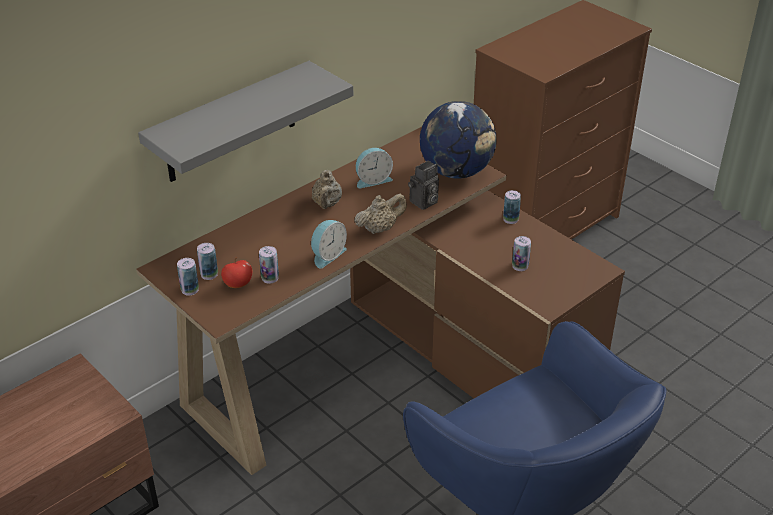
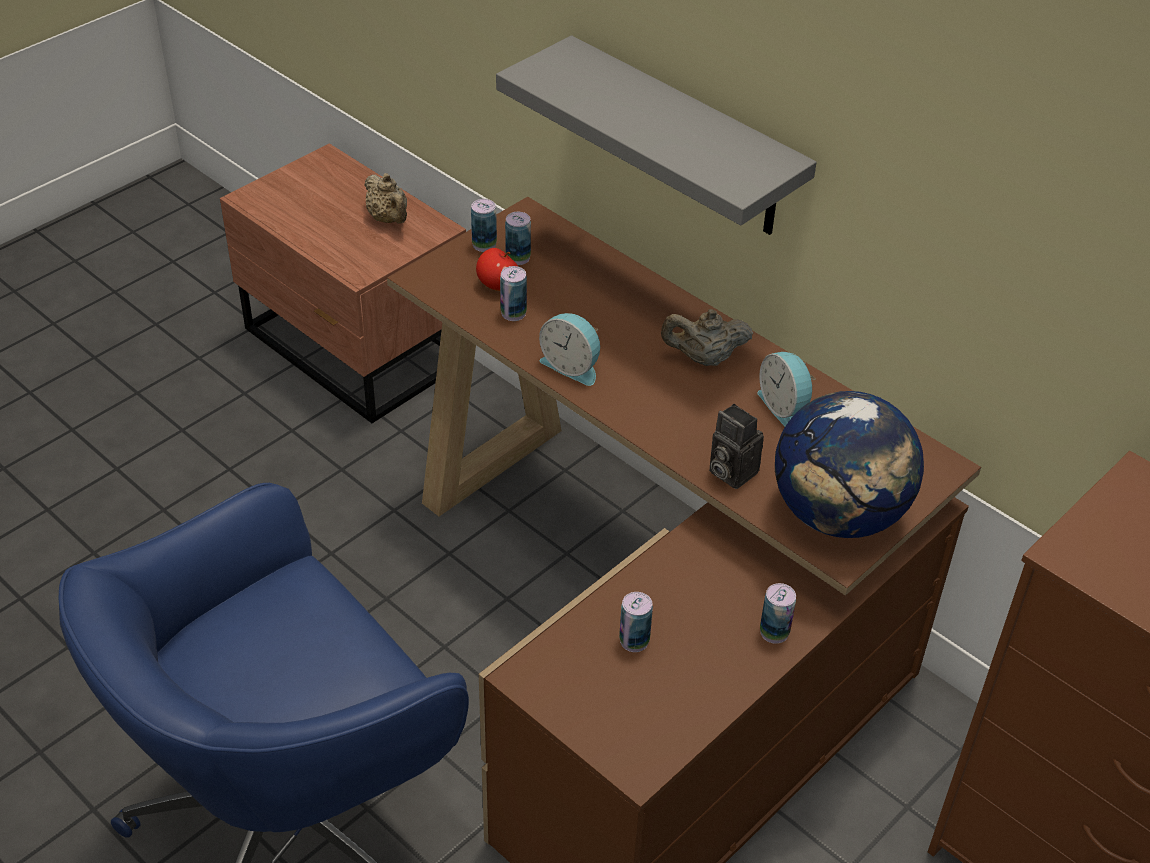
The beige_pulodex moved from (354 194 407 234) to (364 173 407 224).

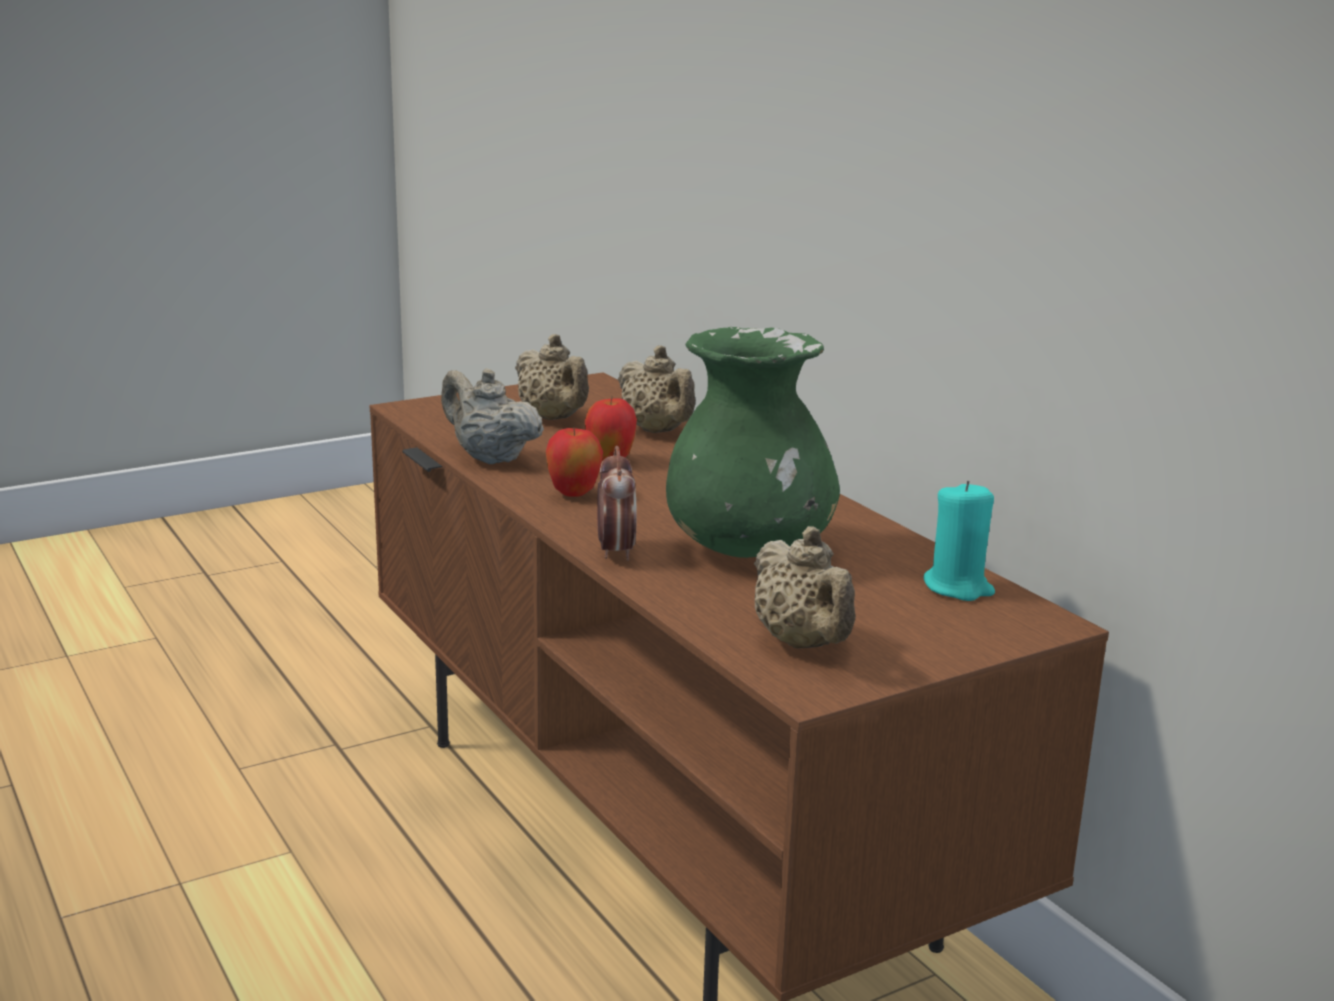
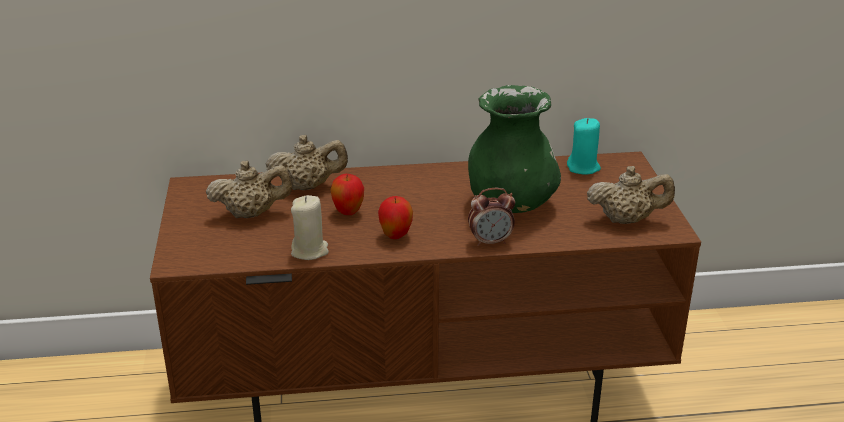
The beige_pulodex at (441 368 544 465) was replaced by the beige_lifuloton at (291 195 329 260).
The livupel at (597 446 637 561) turned 150 degrees clockwise.

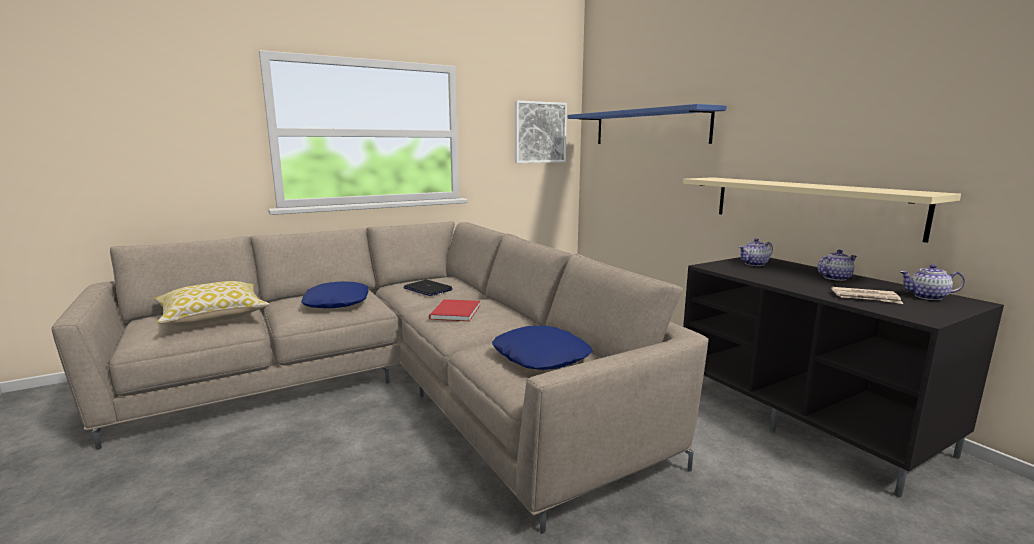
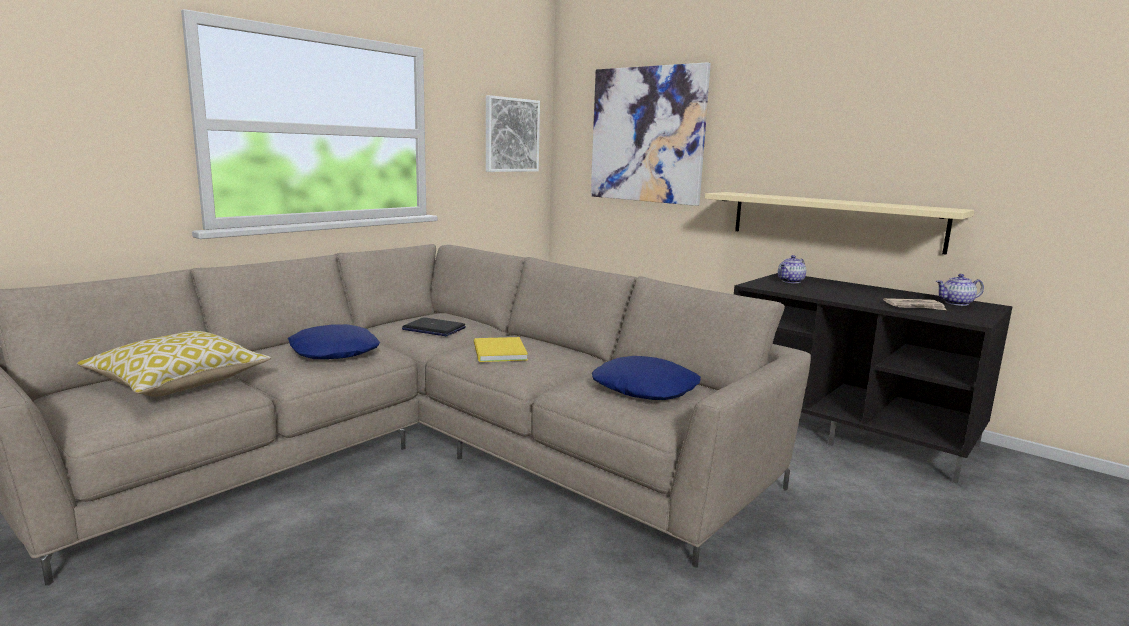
The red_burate at (429 299 480 321) became the yellow_burate at (474 337 528 362).
The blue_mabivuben at (568 104 726 144) was replaced by the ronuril at (591 62 711 206).
The pulodex at (818 250 857 281) disappeared.

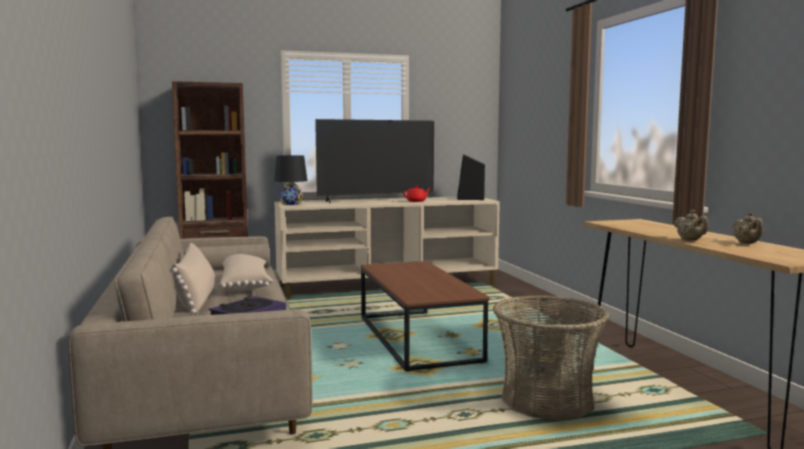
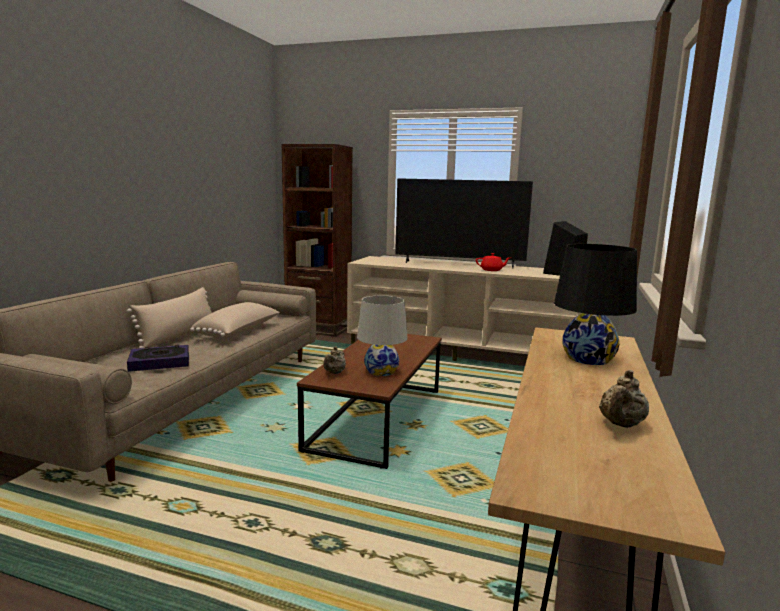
The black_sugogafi moved from (274 155 307 205) to (554 244 637 365).
The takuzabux at (493 295 610 420) disappeared.
The beige_pulodex moved from (674 210 709 240) to (324 346 346 374).
The white_sugogafi at (357 296 408 376) appeared.

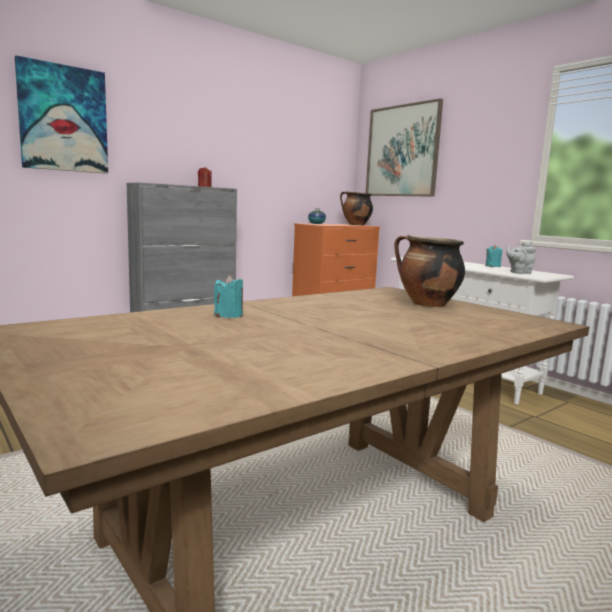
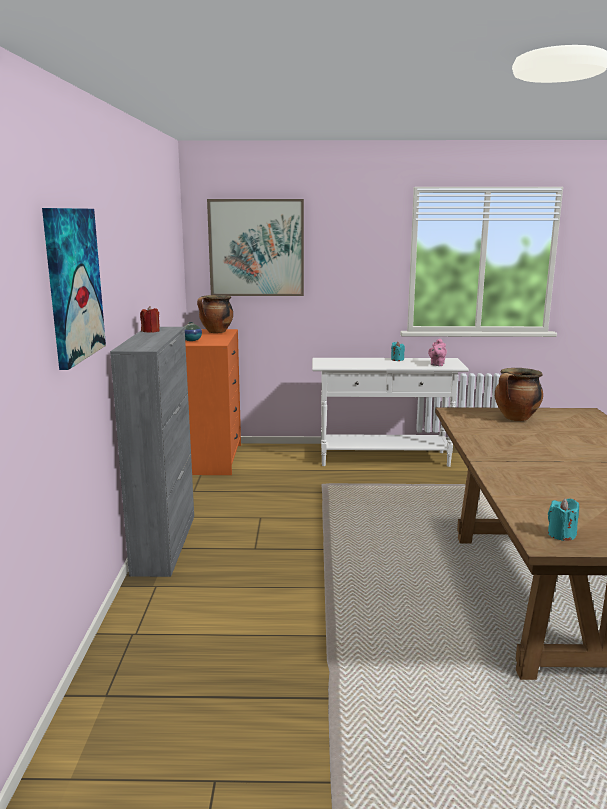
The turquoise_lifuloton moved from (214 275 243 318) to (548 498 579 541).
The grey_pulodex at (506 241 536 274) became the pink_pulodex at (428 339 447 366).

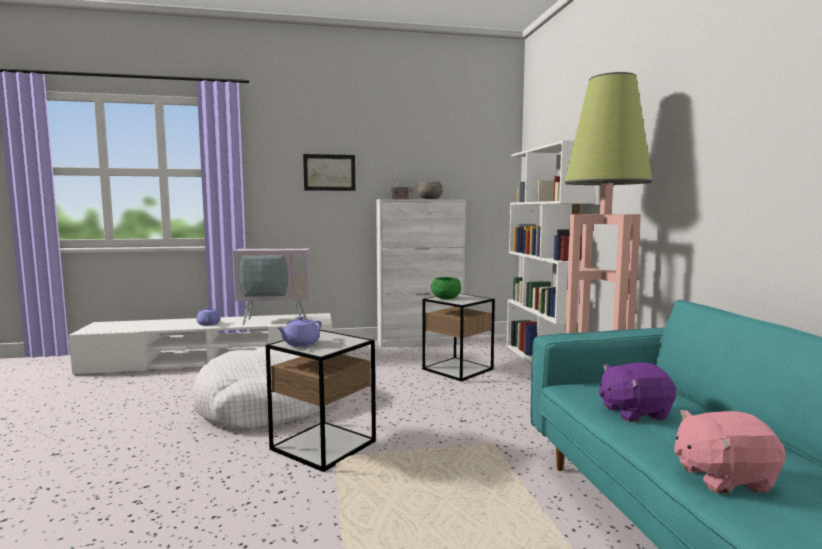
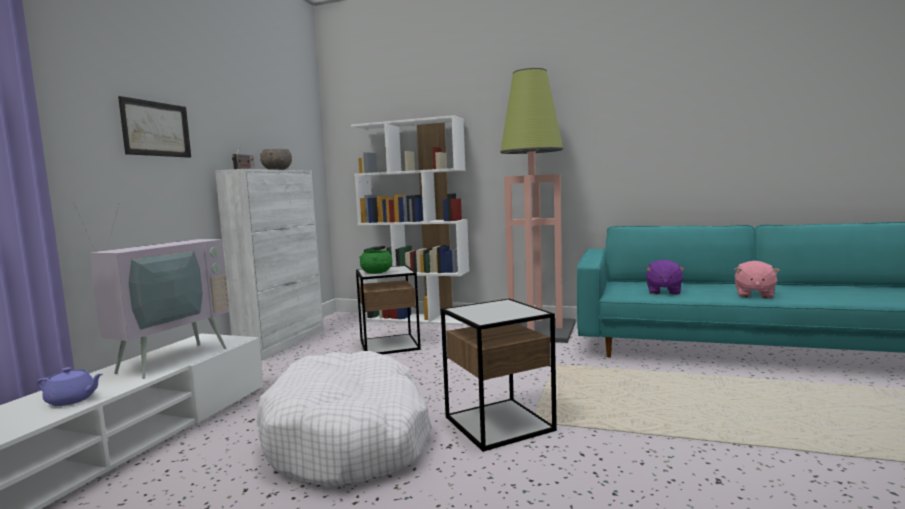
The purple_pulodex at (277 316 322 347) disappeared.

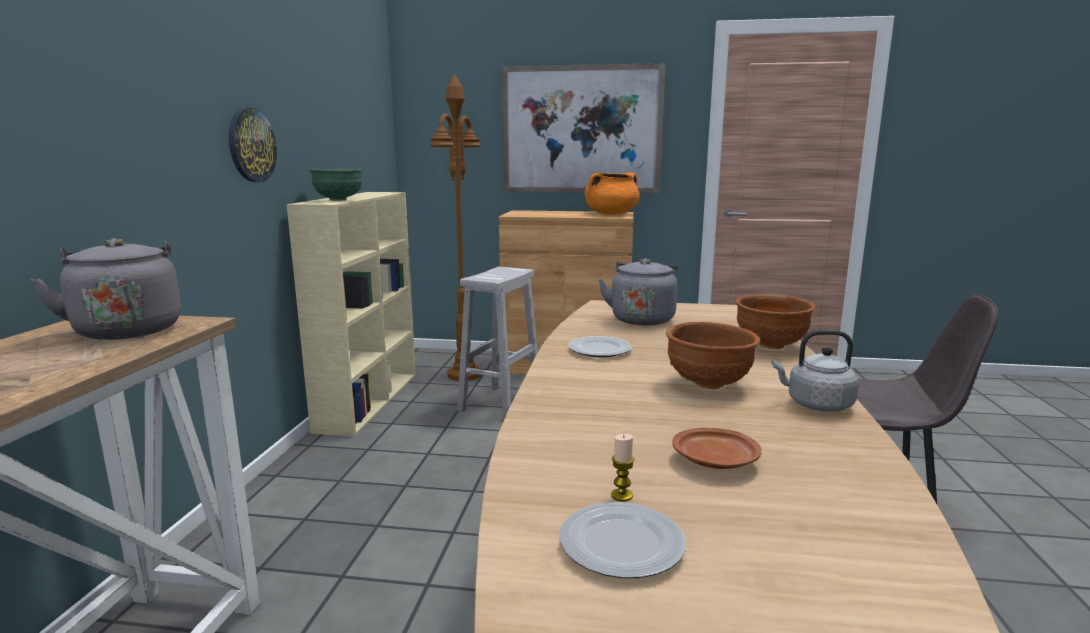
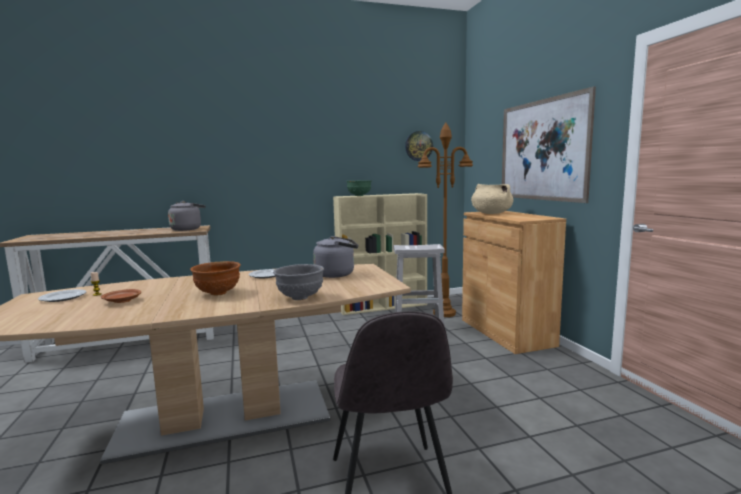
The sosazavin moved from (229 108 277 182) to (405 131 433 161).
The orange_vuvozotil at (585 172 640 215) disappeared.
The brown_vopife at (736 294 815 349) became the grey_vopife at (273 264 324 300).
The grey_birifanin at (772 330 859 412) disappeared.
The beige_vuvozotil at (471 184 514 214) appeared.

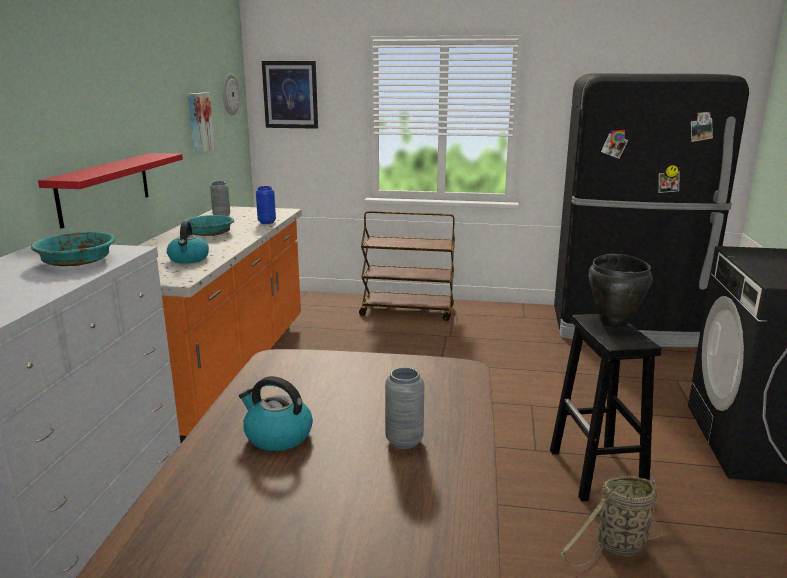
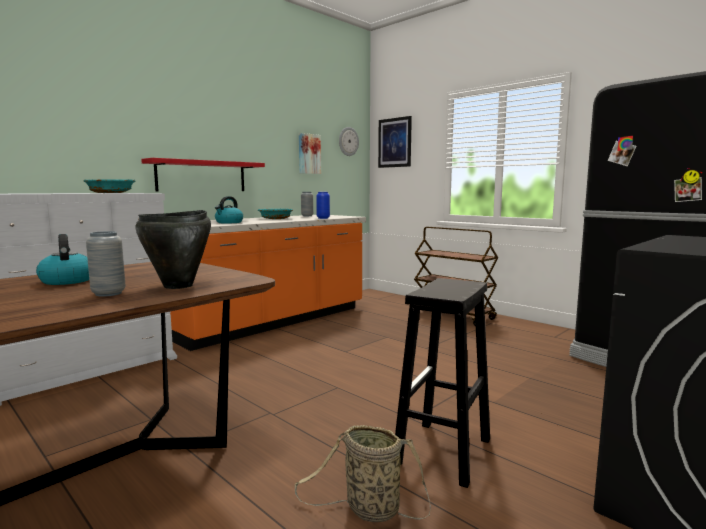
The black_vuvozotil moved from (588 254 653 329) to (135 210 211 289).

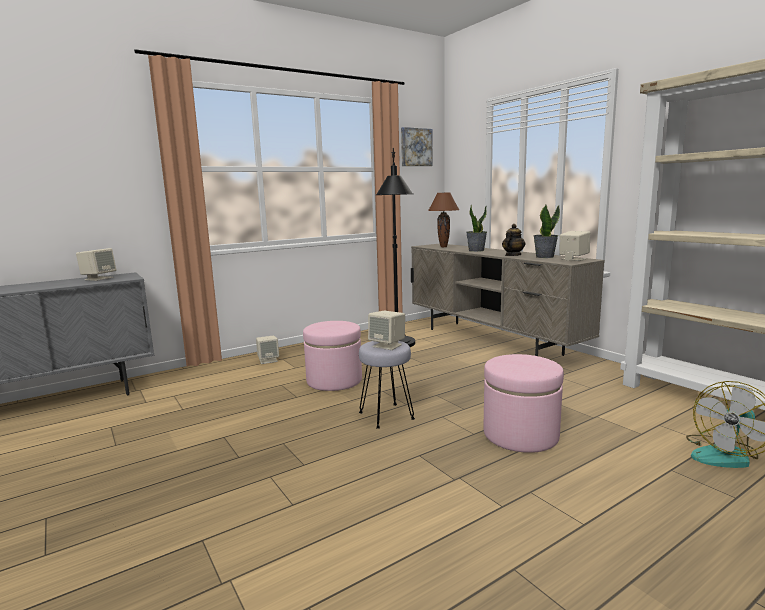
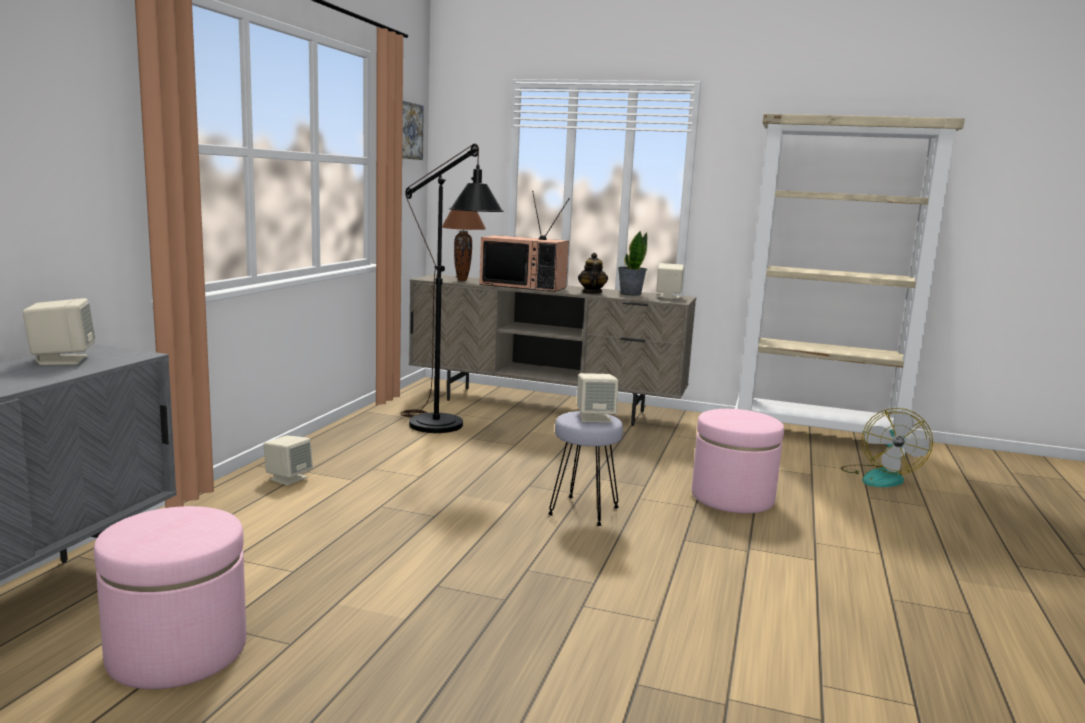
The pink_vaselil moved from (303 321 362 391) to (94 506 246 689).
The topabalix at (466 205 487 252) was replaced by the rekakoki at (479 191 570 292).

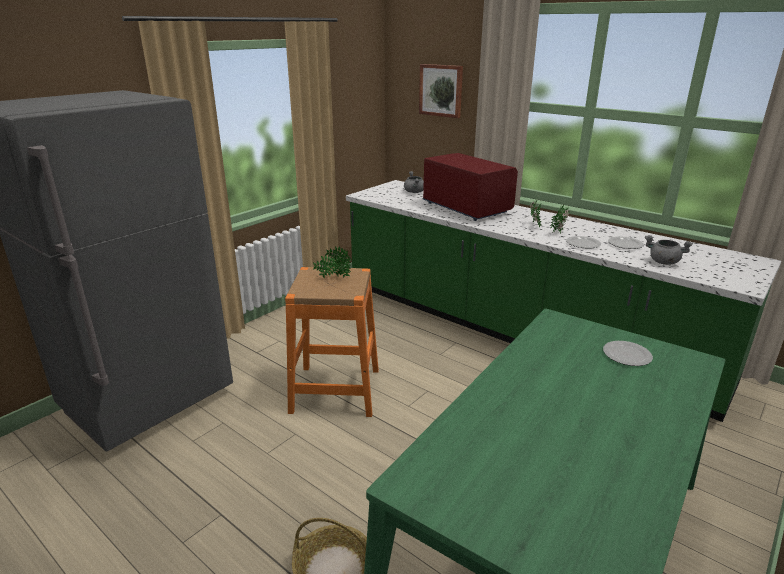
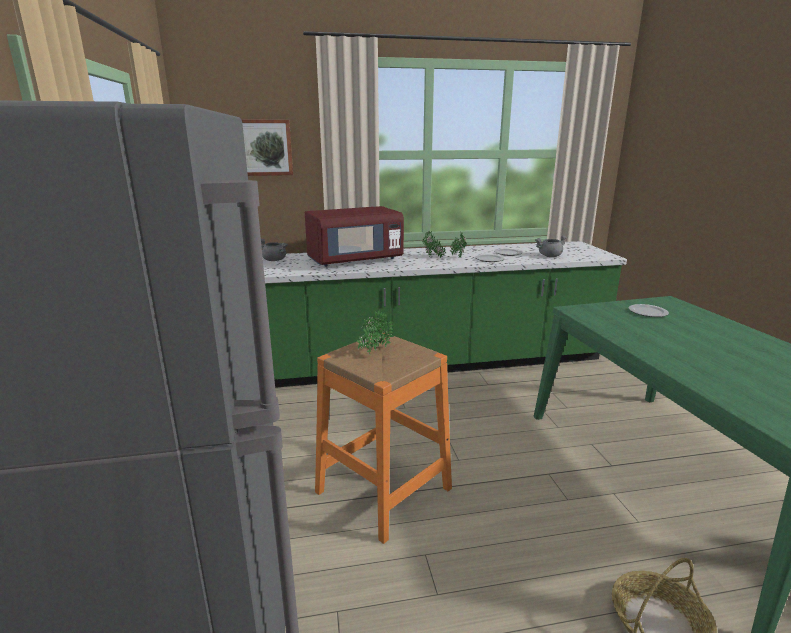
The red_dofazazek at (423 153 518 221) turned 150 degrees clockwise.

